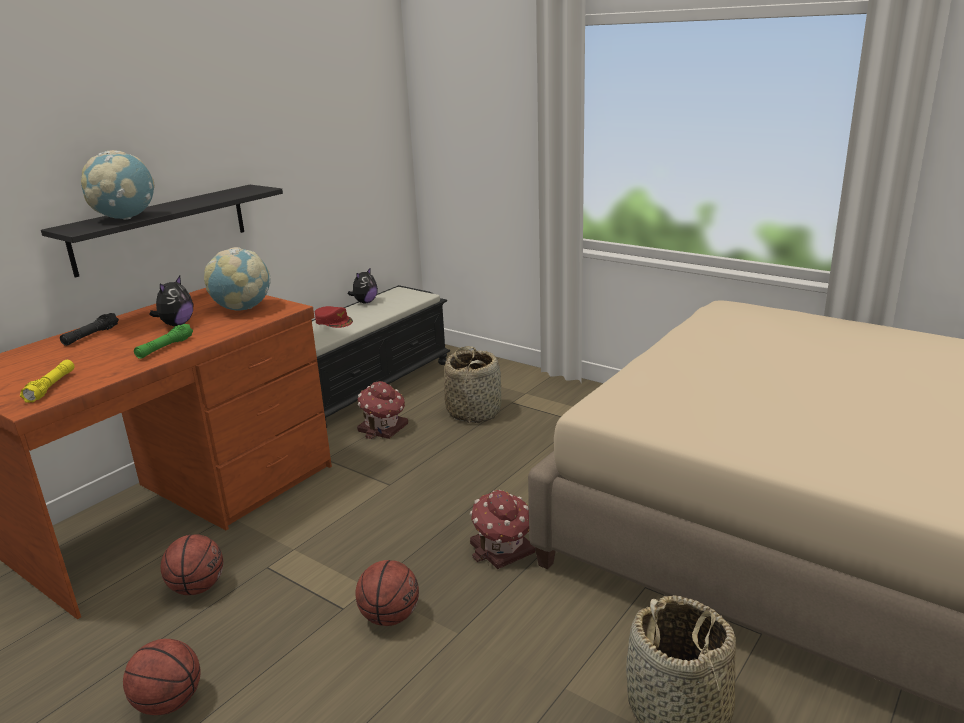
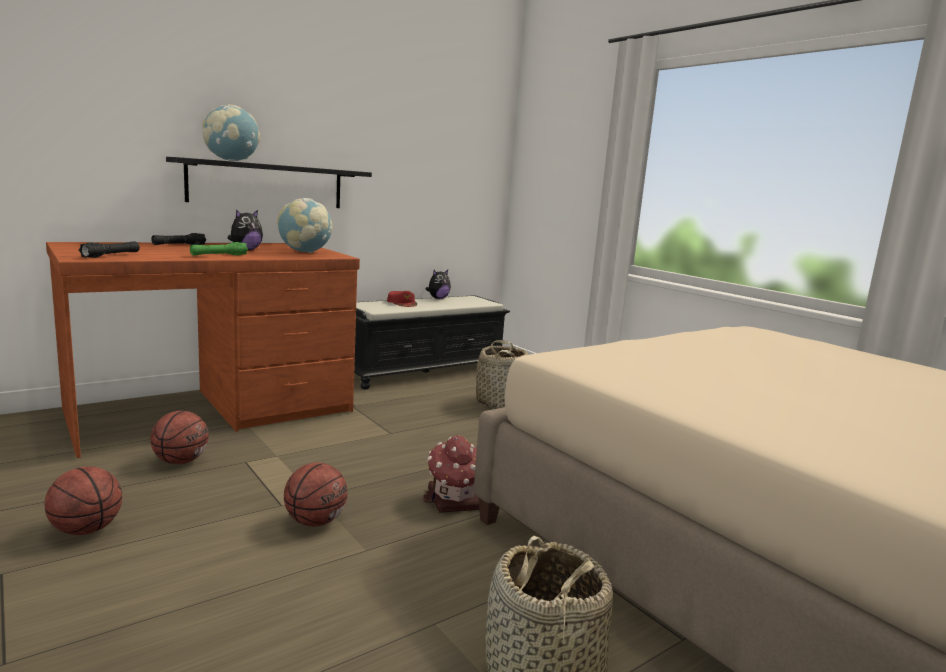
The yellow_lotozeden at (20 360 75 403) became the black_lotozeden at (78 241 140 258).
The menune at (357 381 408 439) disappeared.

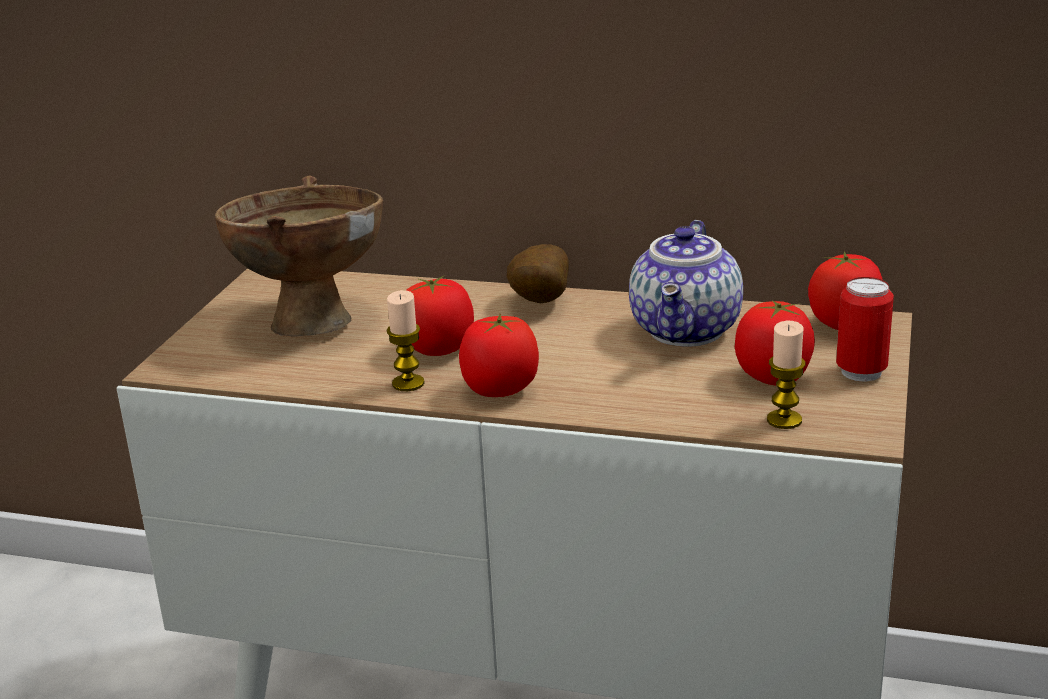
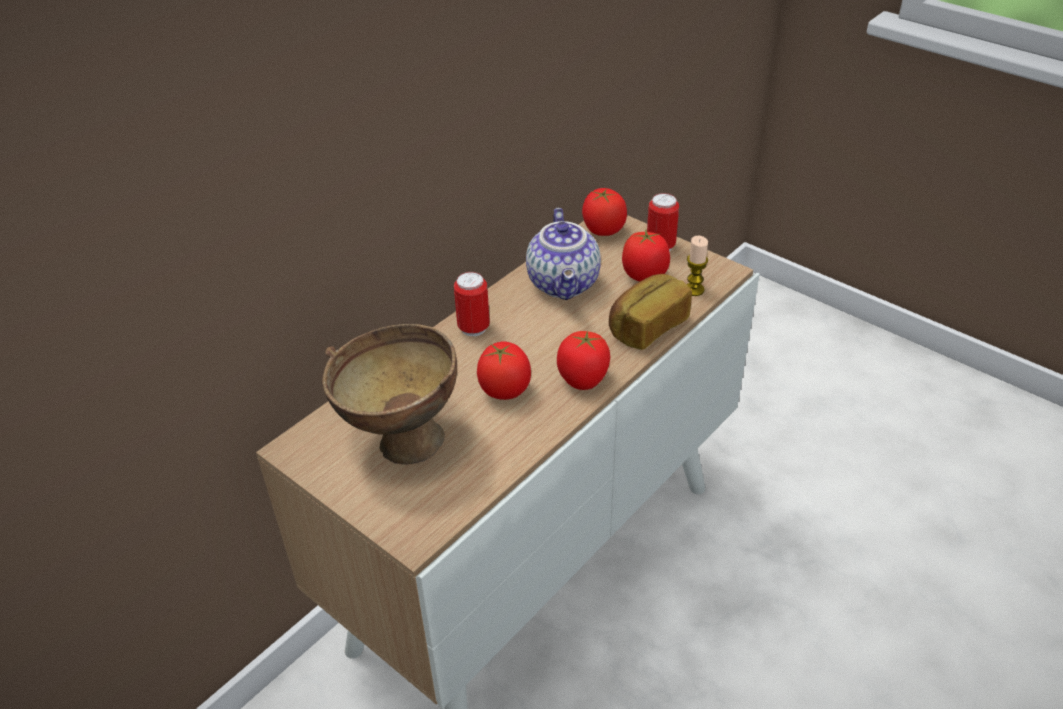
The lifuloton at (386 290 425 391) disappeared.
The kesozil at (507 244 569 303) was replaced by the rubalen at (454 272 490 336).
The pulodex at (629 220 743 347) turned 45 degrees clockwise.
The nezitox at (609 274 692 350) appeared.

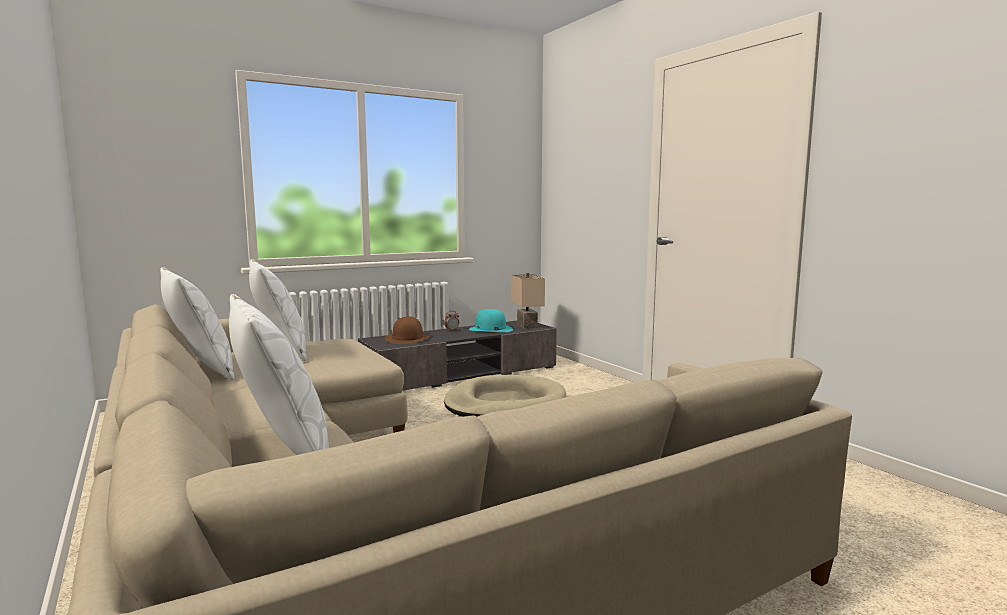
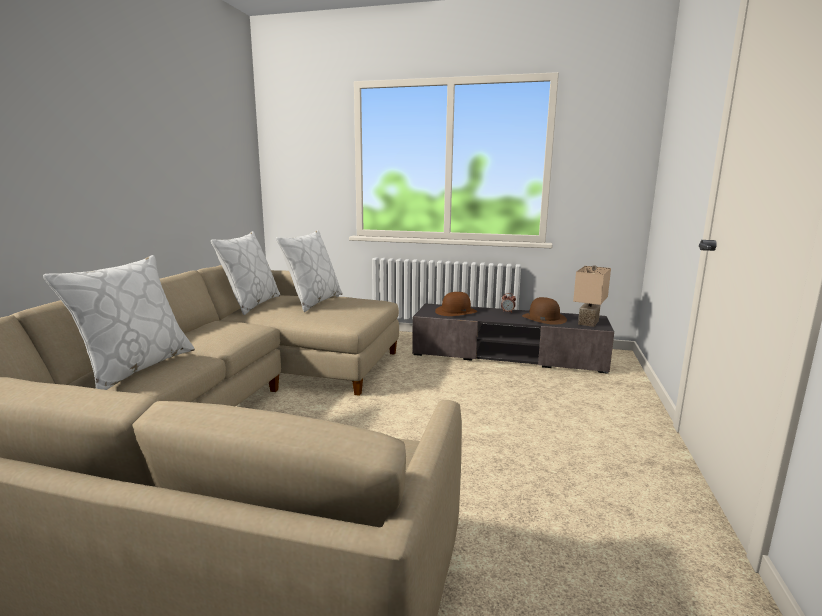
The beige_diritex at (444 375 566 417) disappeared.
The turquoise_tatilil at (469 309 513 332) became the brown_tatilil at (522 297 567 325).

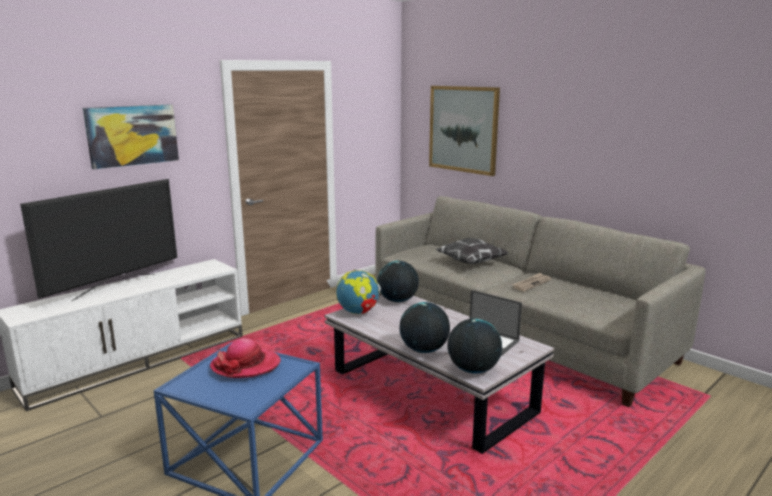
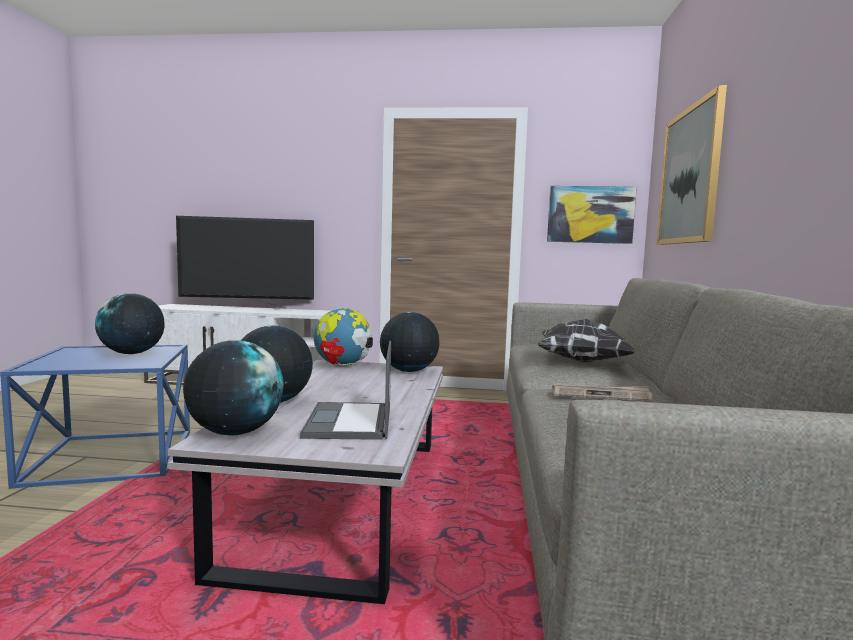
The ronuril moved from (83 104 179 169) to (547 186 637 244).
The tatilil at (210 338 281 378) was replaced by the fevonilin at (95 293 165 354).

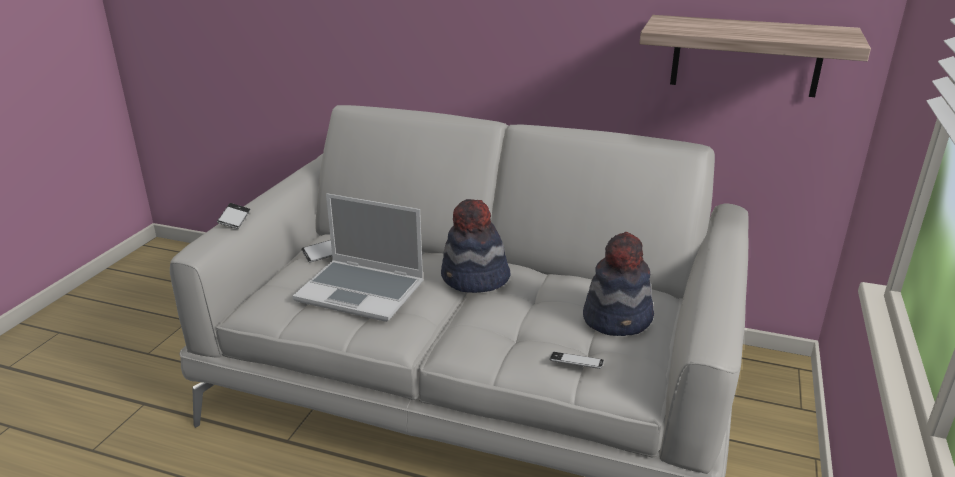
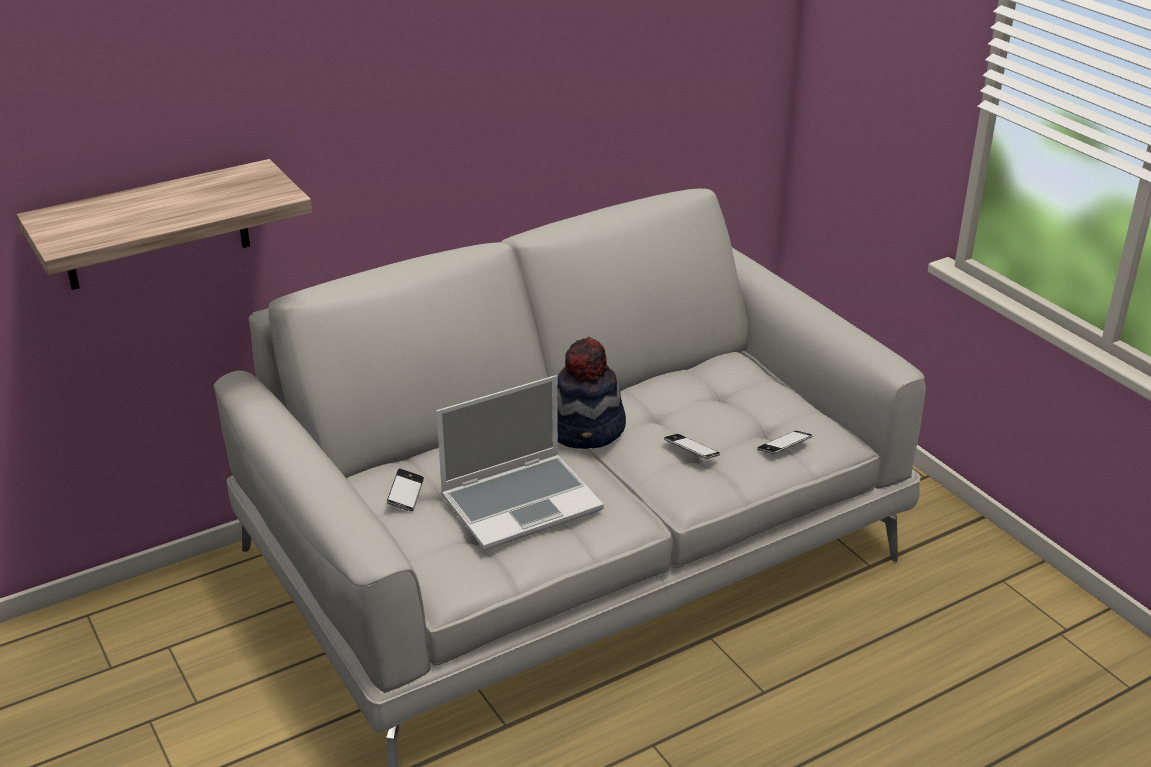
The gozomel moved from (217 203 250 229) to (664 434 720 459).
The tatilil at (583 232 654 336) disappeared.
The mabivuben moved from (639 15 871 97) to (17 159 312 290).

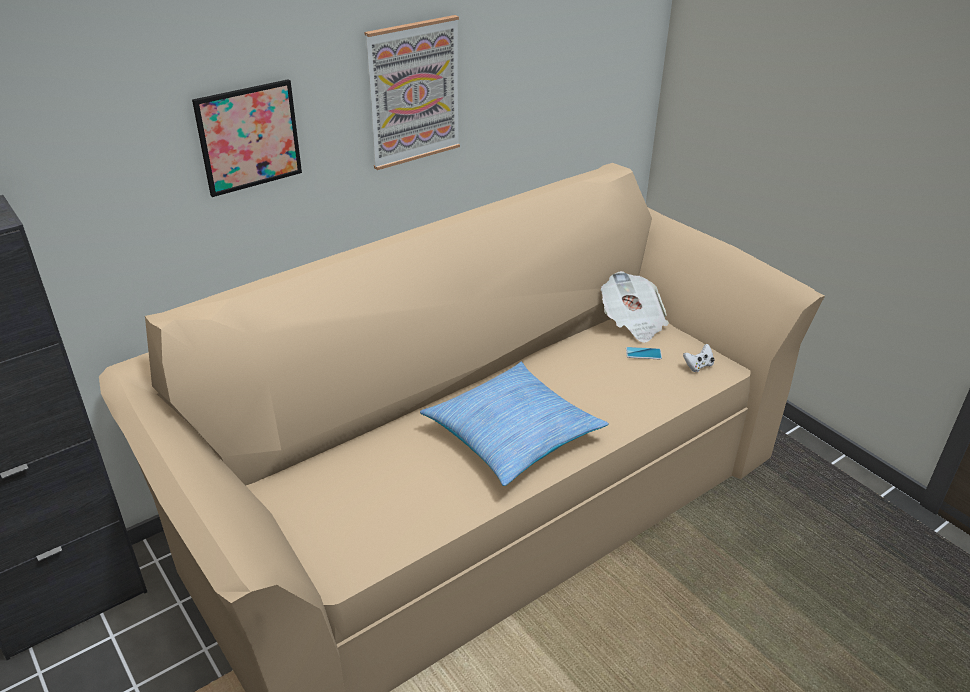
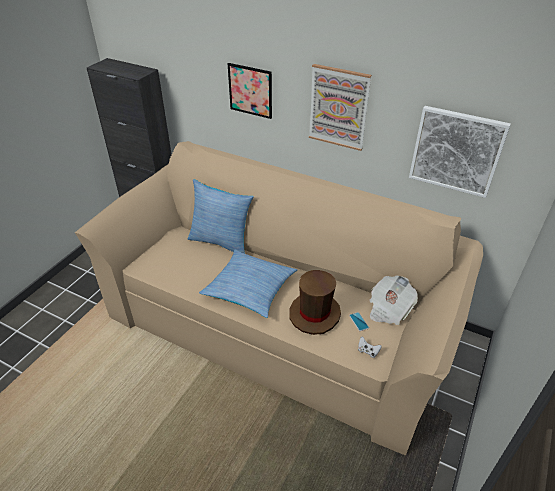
The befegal at (188 179 254 254) appeared.
The brown_tatilil at (289 270 341 335) appeared.
The ronuril at (409 106 511 198) appeared.

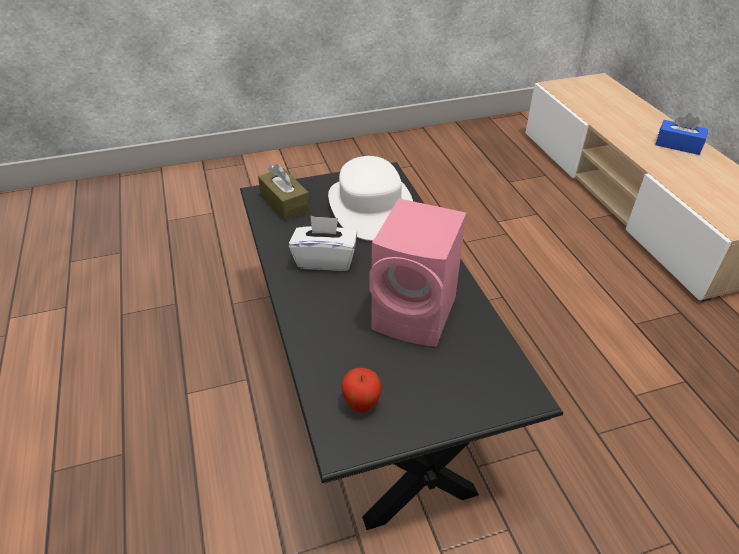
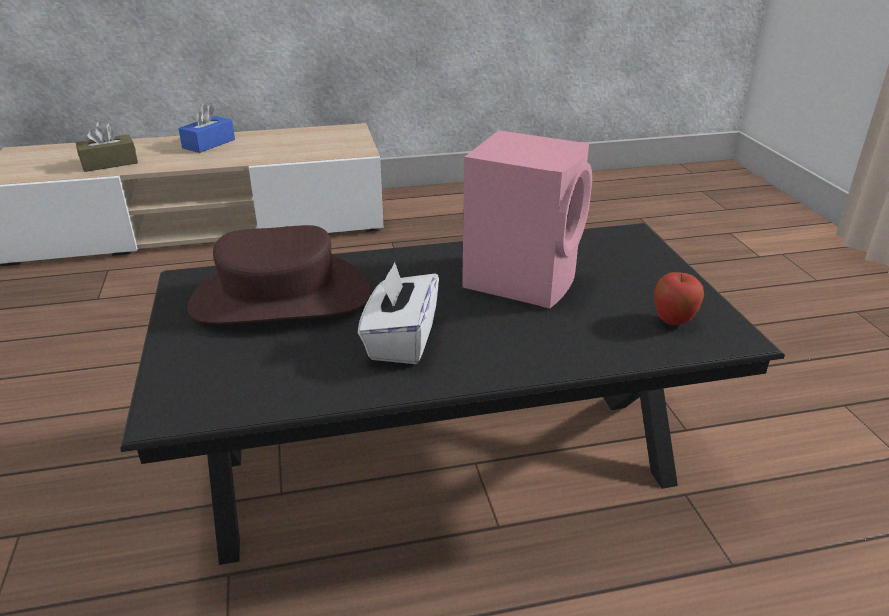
The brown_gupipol moved from (258 164 310 221) to (76 121 138 172).
The white_tatilil at (328 156 413 241) became the brown_tatilil at (187 225 370 324).

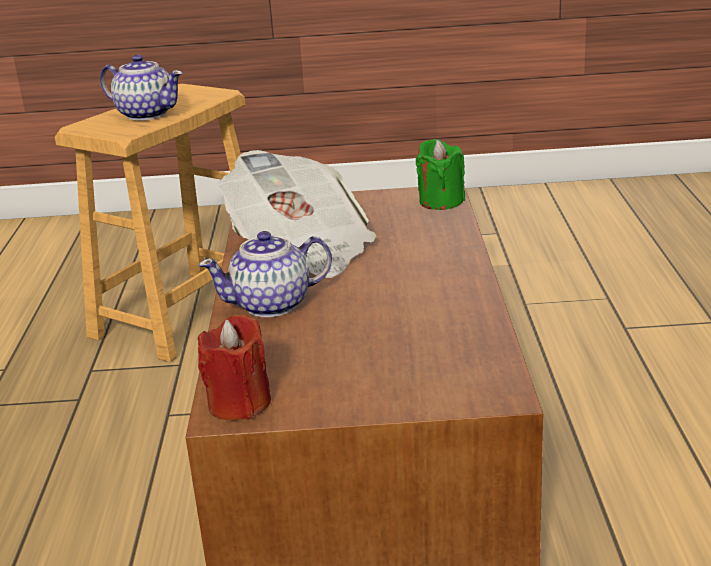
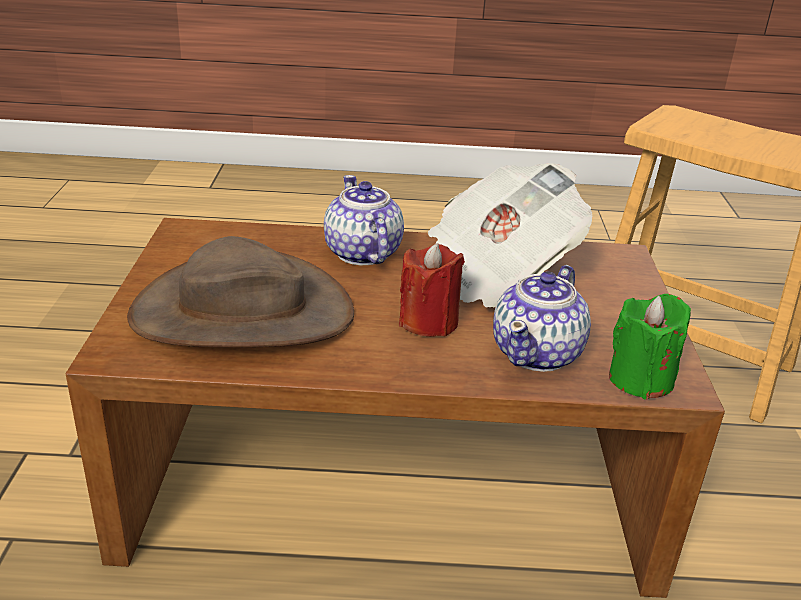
The pulodex moved from (100 55 183 121) to (493 265 591 372).
The red_lifuloton moved from (198 315 271 420) to (399 243 465 337).
The brown_tatilil at (127 236 354 348) appeared.

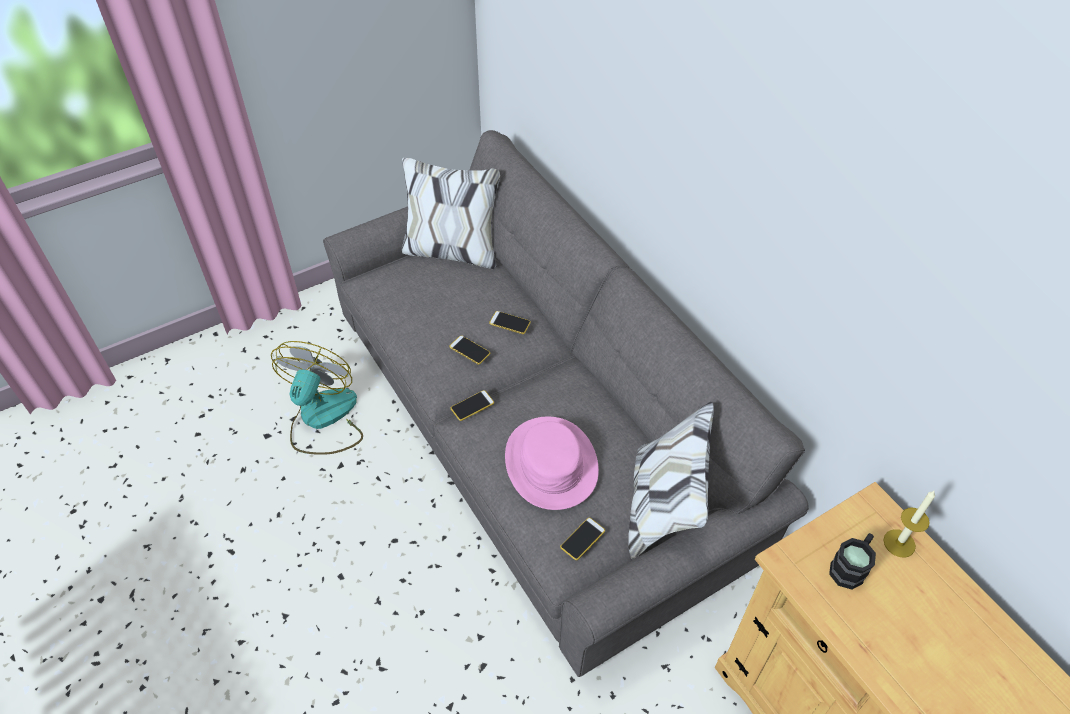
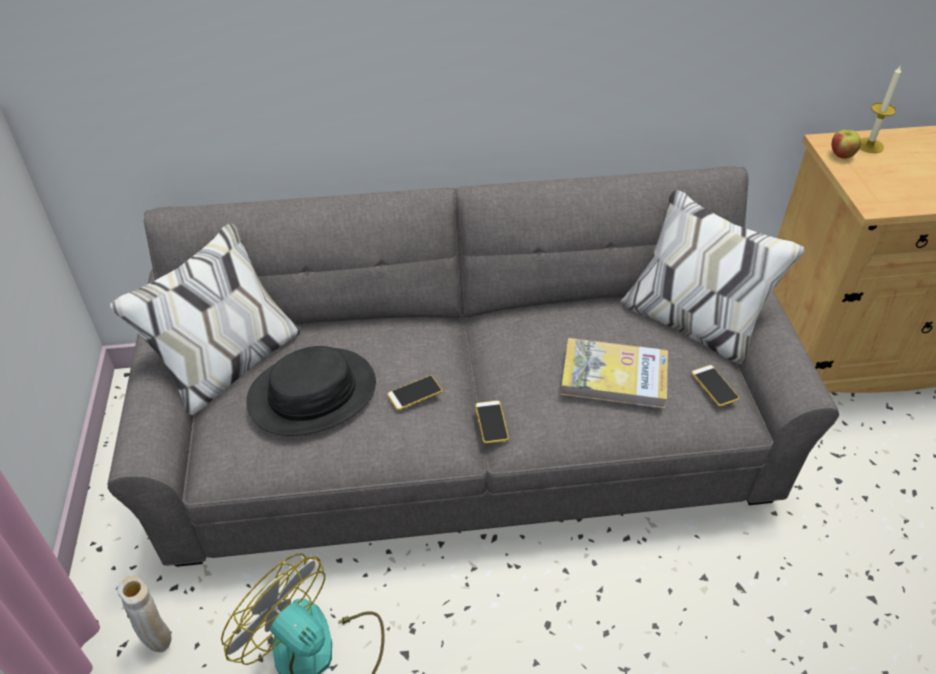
The gozomel at (489 311 531 334) disappeared.
The pink_tatilil at (505 417 599 510) was replaced by the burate at (561 338 668 409).
The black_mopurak at (829 533 876 589) disappeared.
The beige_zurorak at (117 576 171 652) appeared.
The black_tatilil at (246 346 376 436) appeared.
The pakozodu at (832 130 861 159) appeared.

